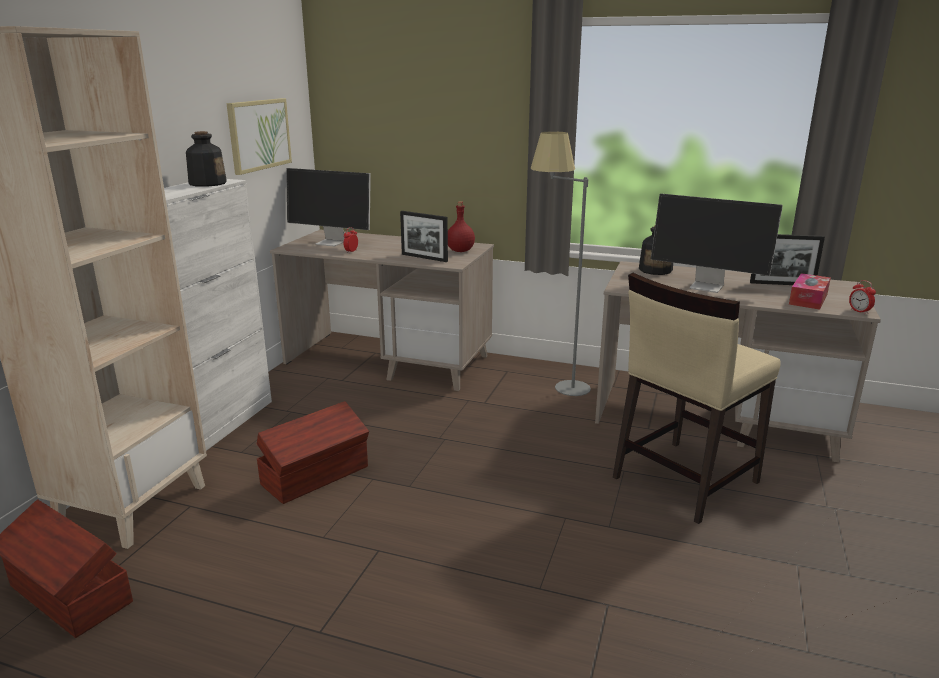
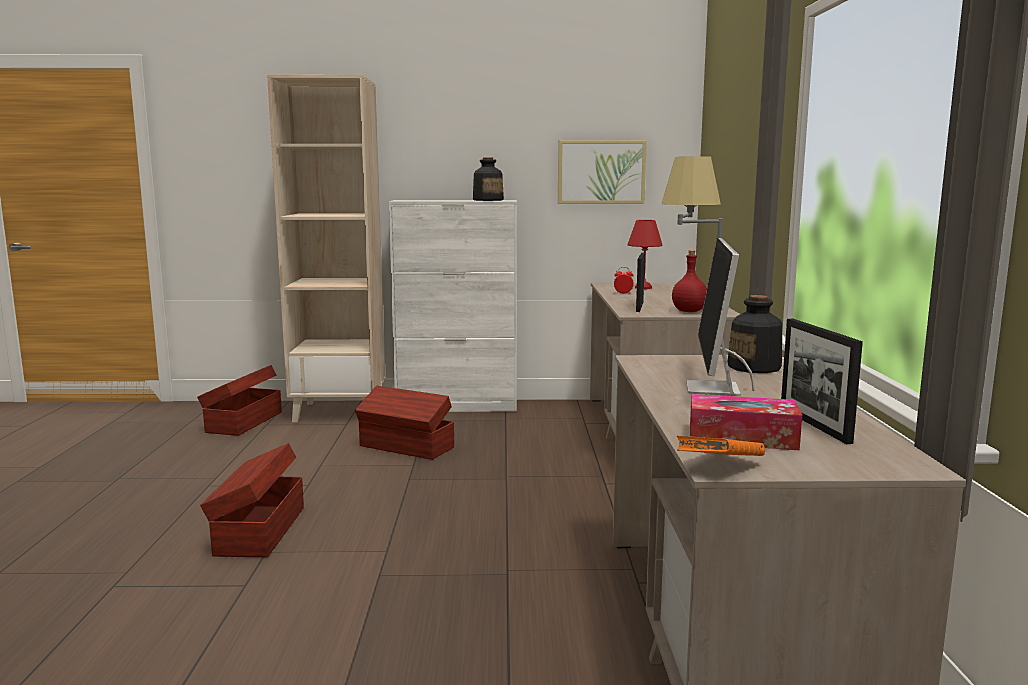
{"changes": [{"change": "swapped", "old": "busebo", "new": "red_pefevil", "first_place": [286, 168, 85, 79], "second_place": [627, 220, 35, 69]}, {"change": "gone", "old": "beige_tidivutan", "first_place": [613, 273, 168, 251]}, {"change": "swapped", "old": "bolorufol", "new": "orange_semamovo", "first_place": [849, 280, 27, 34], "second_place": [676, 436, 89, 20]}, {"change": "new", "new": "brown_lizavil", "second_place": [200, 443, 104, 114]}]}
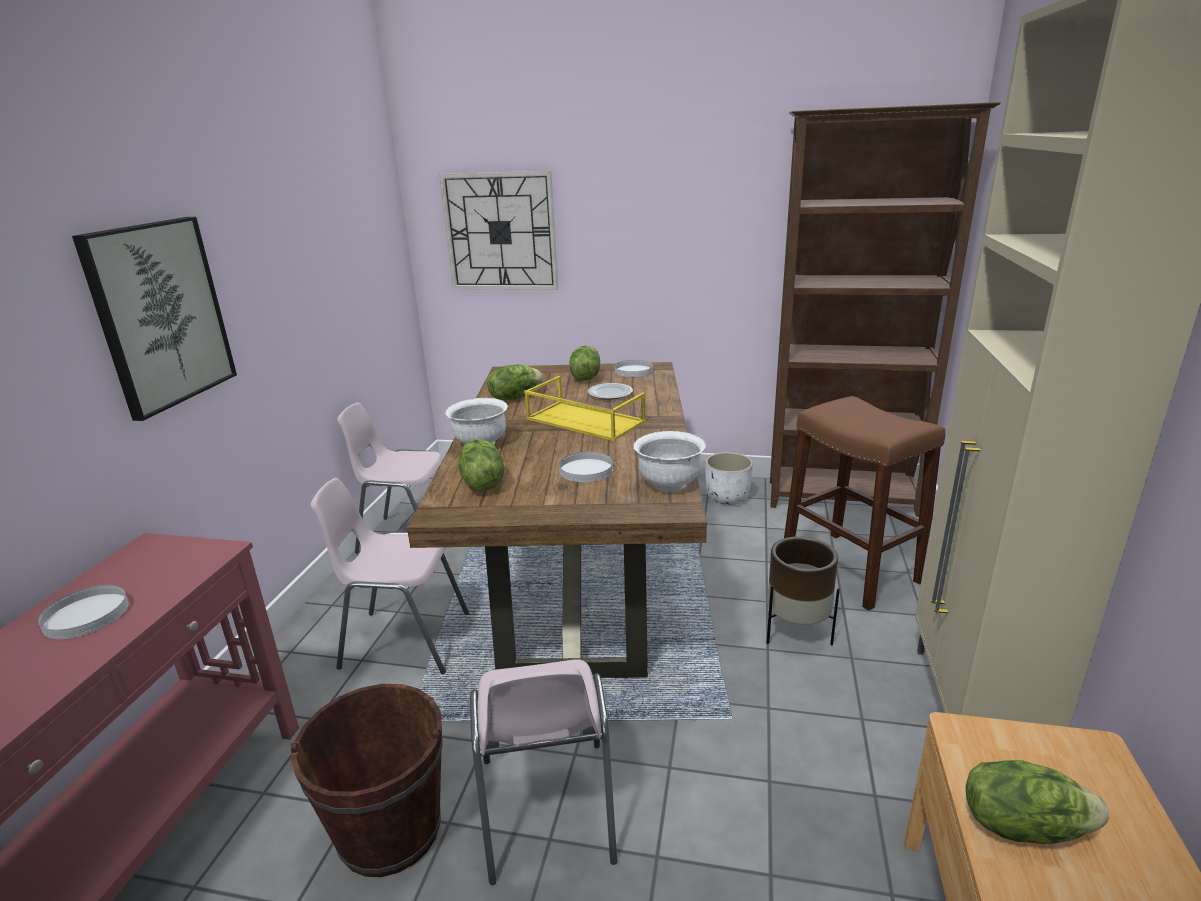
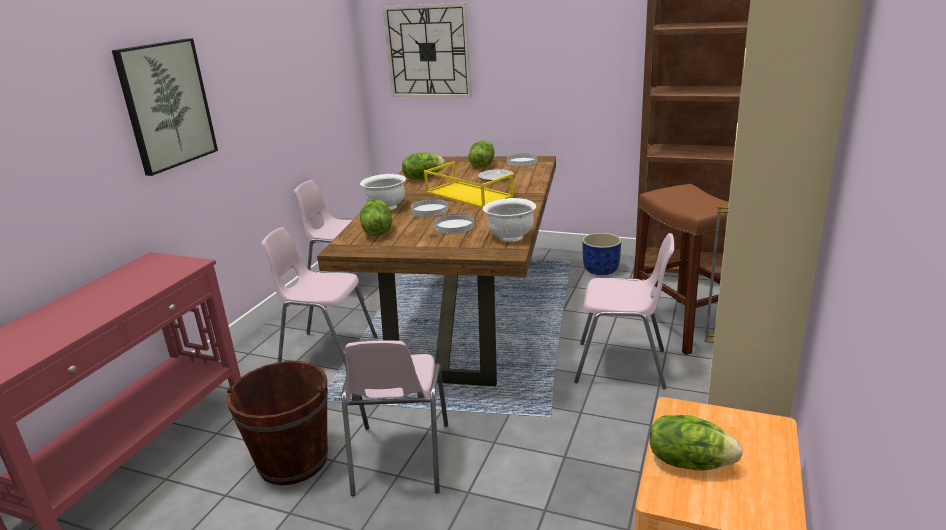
{"changes": [{"change": "shifted", "old": "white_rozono", "first_place": [38, 585, 91, 54], "second_place": [411, 199, 37, 18]}, {"change": "repainted", "old": "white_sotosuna", "new": "blue_sotosuna", "first_place": [705, 452, 48, 53], "second_place": [582, 233, 39, 42]}, {"change": "swapped", "old": "brown_sotosuna", "new": "pink_tidivutan", "first_place": [767, 536, 73, 110], "second_place": [574, 233, 100, 156]}]}
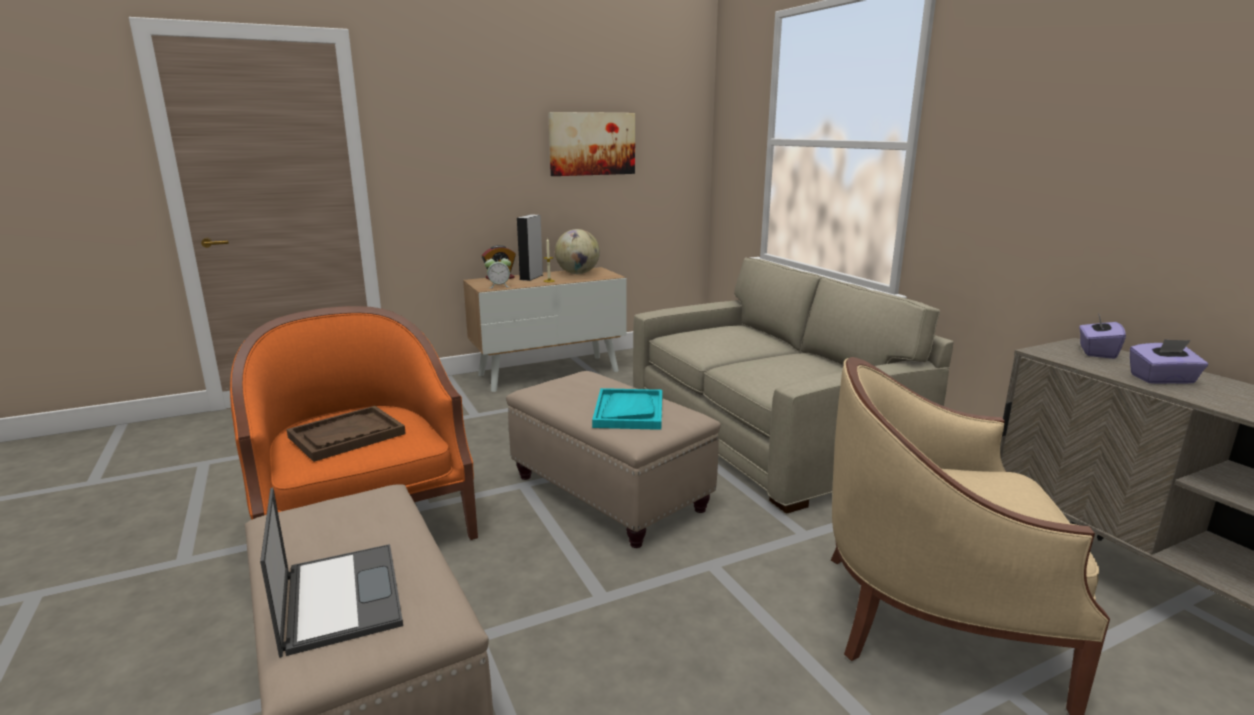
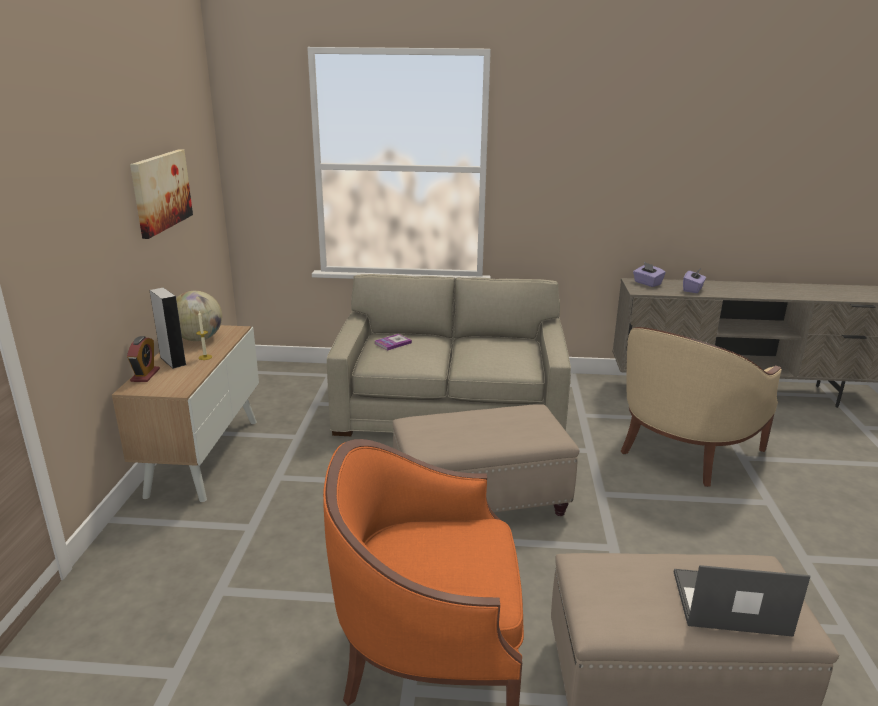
{"changes": [{"change": "gone", "old": "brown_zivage", "first_place": [286, 406, 120, 56]}, {"change": "gone", "old": "bolorufol", "first_place": [485, 254, 26, 34]}, {"change": "gone", "old": "turquoise_zivage", "first_place": [592, 388, 70, 42]}, {"change": "new", "new": "semamovo", "second_place": [374, 334, 38, 17]}]}
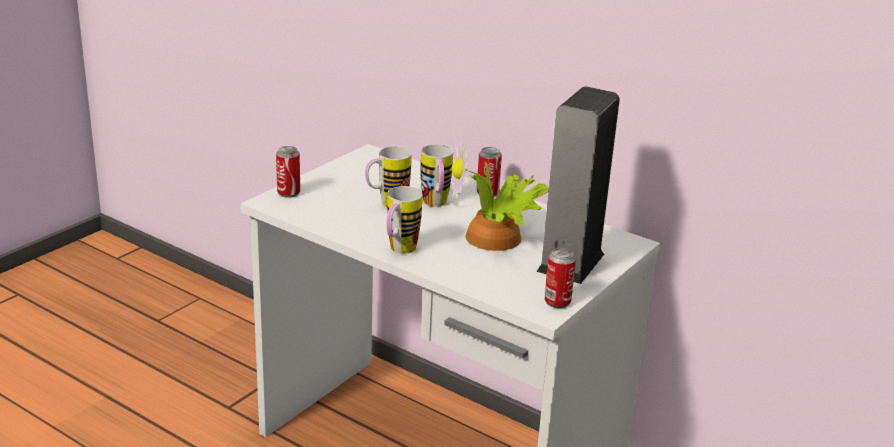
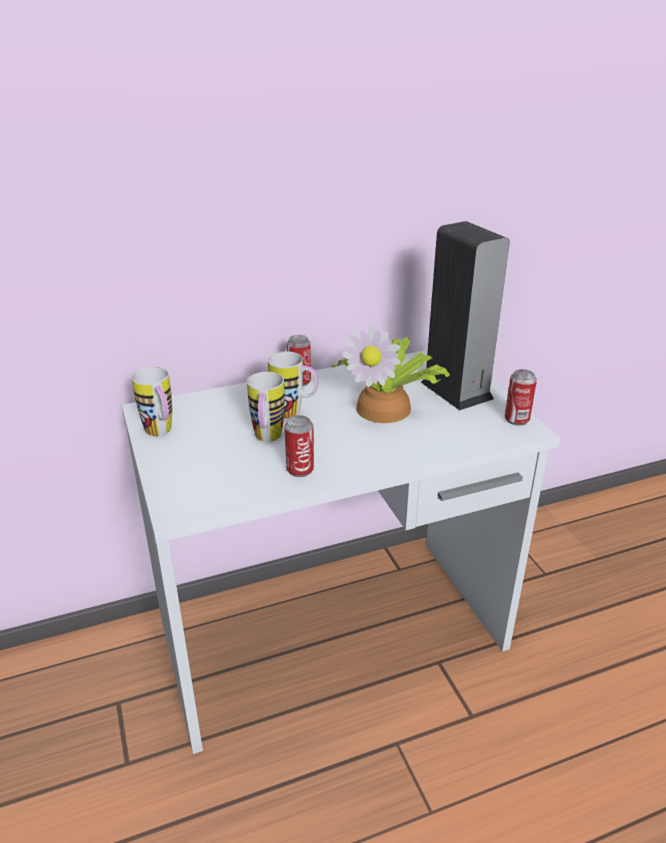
{"changes": [{"change": "shifted", "old": "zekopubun", "first_place": [276, 146, 24, 52], "second_place": [285, 415, 29, 62]}, {"change": "shifted", "old": "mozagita", "first_place": [386, 186, 37, 68], "second_place": [131, 367, 41, 69]}]}
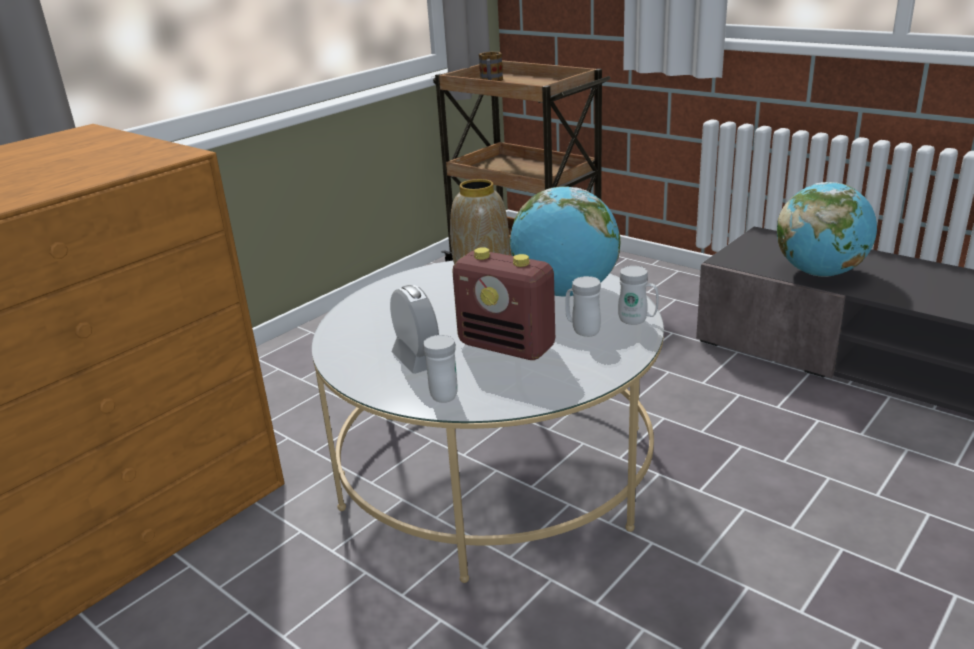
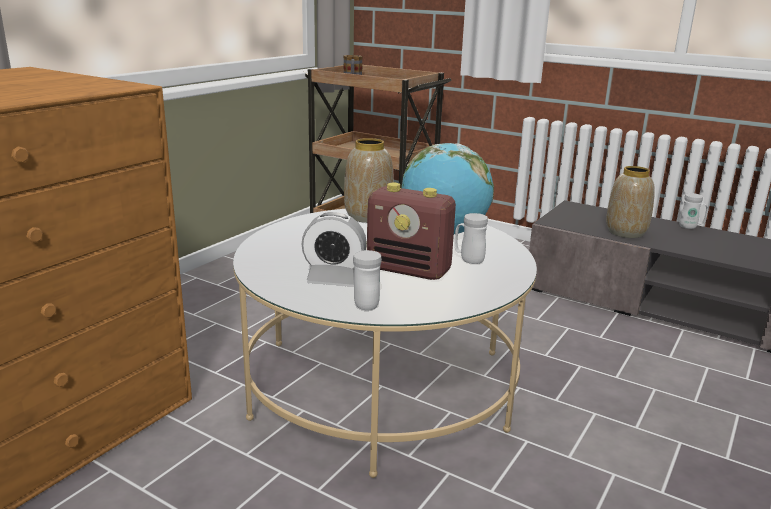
{"changes": [{"change": "rotated", "old": "bolorufol", "first_place": [390, 285, 49, 89], "second_place": [301, 212, 66, 73], "degrees": 135}, {"change": "shifted", "old": "white_mozagita", "first_place": [618, 266, 41, 59], "second_place": [679, 193, 29, 36]}, {"change": "swapped", "old": "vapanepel", "new": "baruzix", "first_place": [777, 182, 100, 95], "second_place": [606, 166, 49, 72]}]}
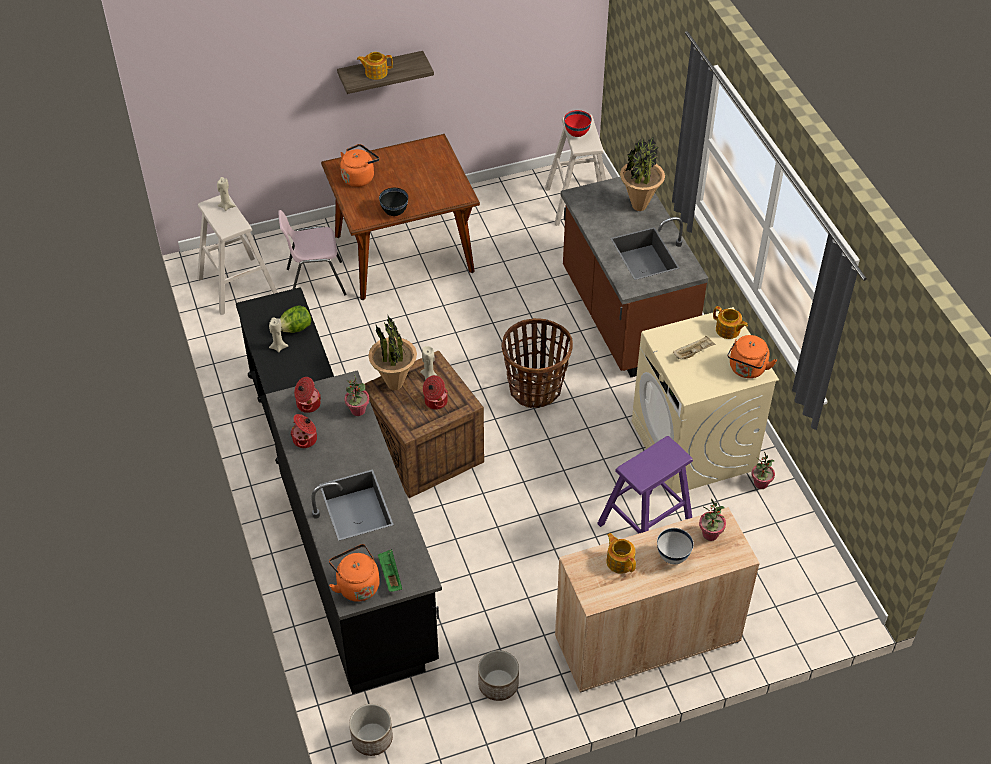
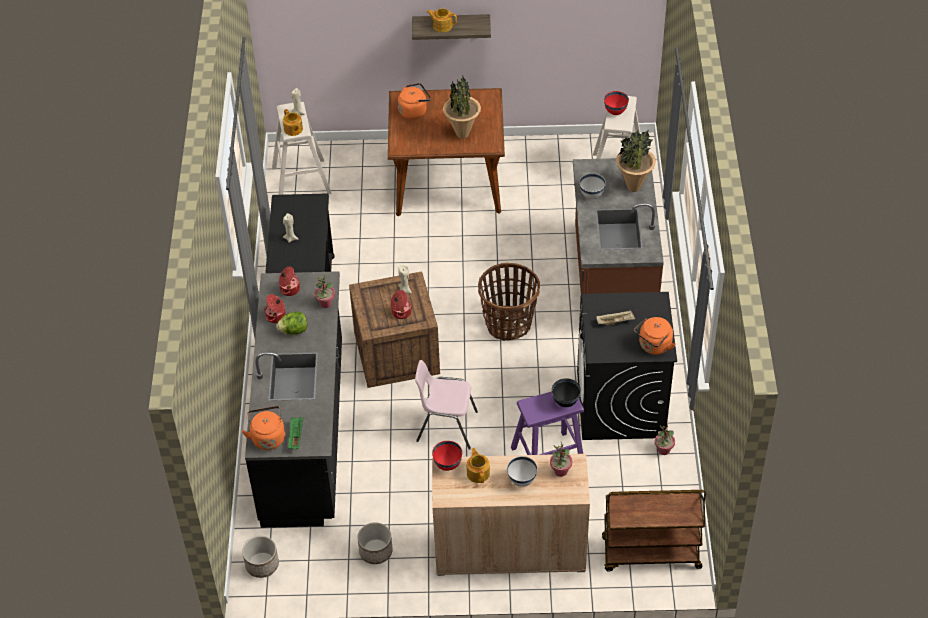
{"changes": [{"change": "shifted", "old": "pink_tidivutan", "first_place": [278, 210, 69, 86], "second_place": [415, 360, 63, 90]}, {"change": "shifted", "old": "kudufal", "first_place": [280, 306, 31, 27], "second_place": [276, 311, 31, 24]}, {"change": "shifted", "old": "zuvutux", "first_place": [368, 316, 49, 74], "second_place": [443, 76, 38, 63]}, {"change": "shifted", "old": "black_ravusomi", "first_place": [379, 188, 29, 28], "second_place": [552, 378, 29, 29]}, {"change": "repainted", "old": "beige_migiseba", "new": "black_migiseba", "first_place": [632, 307, 147, 188], "second_place": [577, 292, 100, 148]}, {"change": "shifted", "old": "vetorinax", "first_place": [713, 306, 35, 33], "second_place": [283, 109, 20, 27]}, {"change": "new", "new": "red_ravusomi", "second_place": [432, 441, 30, 30]}, {"change": "new", "new": "white_ravusomi", "second_place": [579, 173, 27, 26]}, {"change": "new", "new": "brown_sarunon", "second_place": [602, 490, 104, 82]}]}
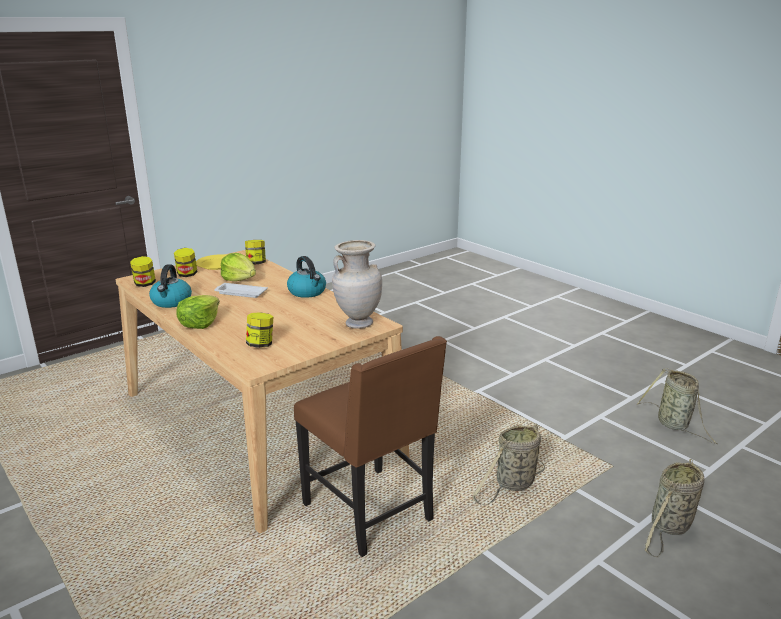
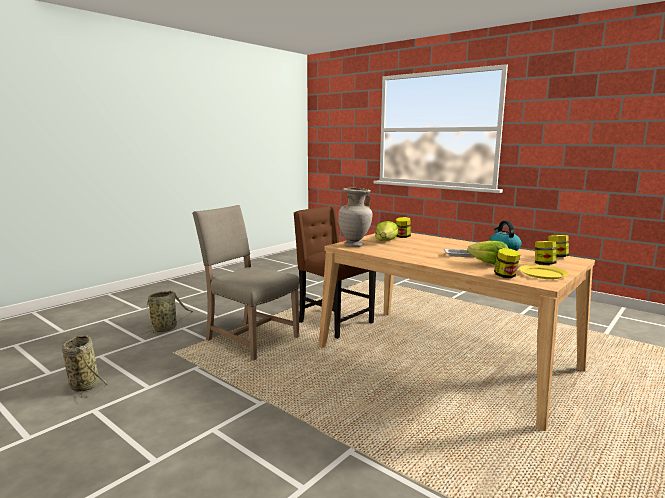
{"changes": [{"change": "shifted", "old": "kudufal", "first_place": [176, 295, 44, 34], "second_place": [375, 221, 24, 20]}, {"change": "gone", "old": "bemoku", "first_place": [287, 256, 39, 42]}, {"change": "swapped", "old": "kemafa", "new": "beige_tidivutan", "first_place": [472, 424, 73, 81], "second_place": [192, 205, 107, 156]}]}
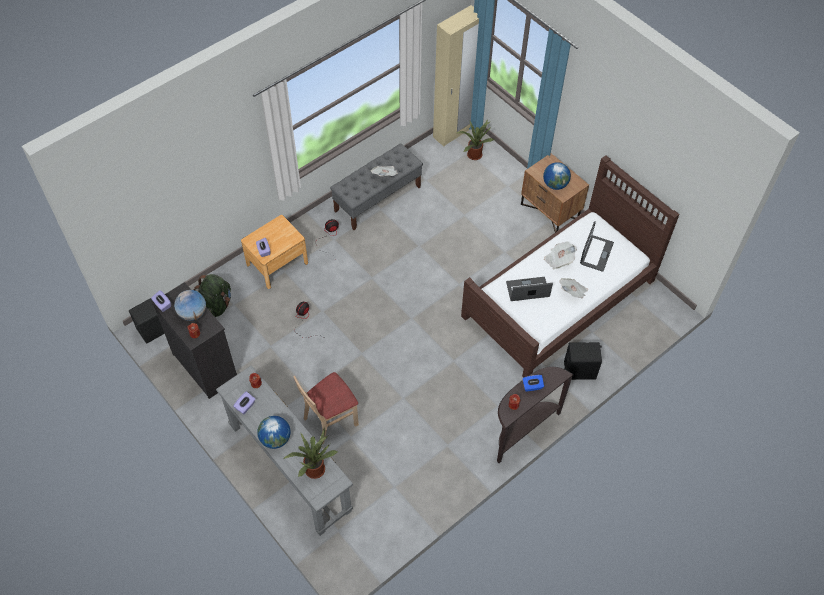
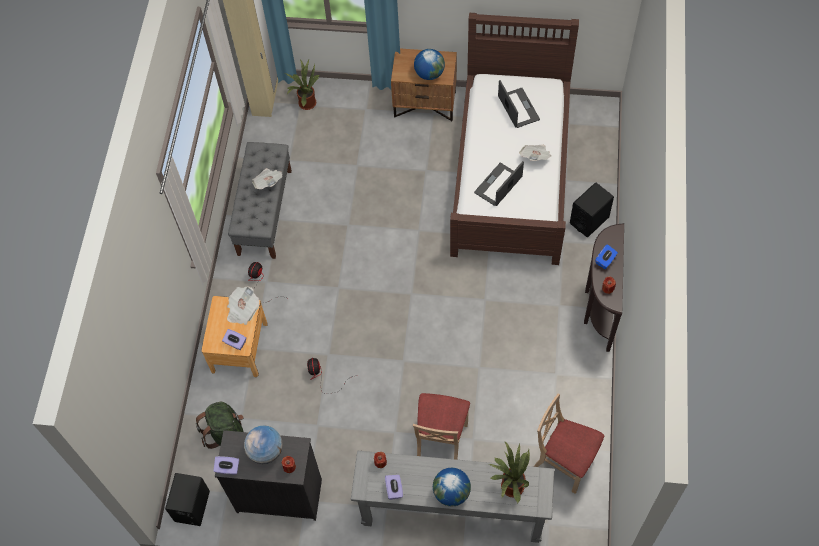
{"changes": [{"change": "shifted", "old": "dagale", "first_place": [544, 241, 33, 29], "second_place": [227, 287, 32, 38]}, {"change": "new", "new": "beige_tidivutan", "second_place": [534, 394, 70, 100]}]}
